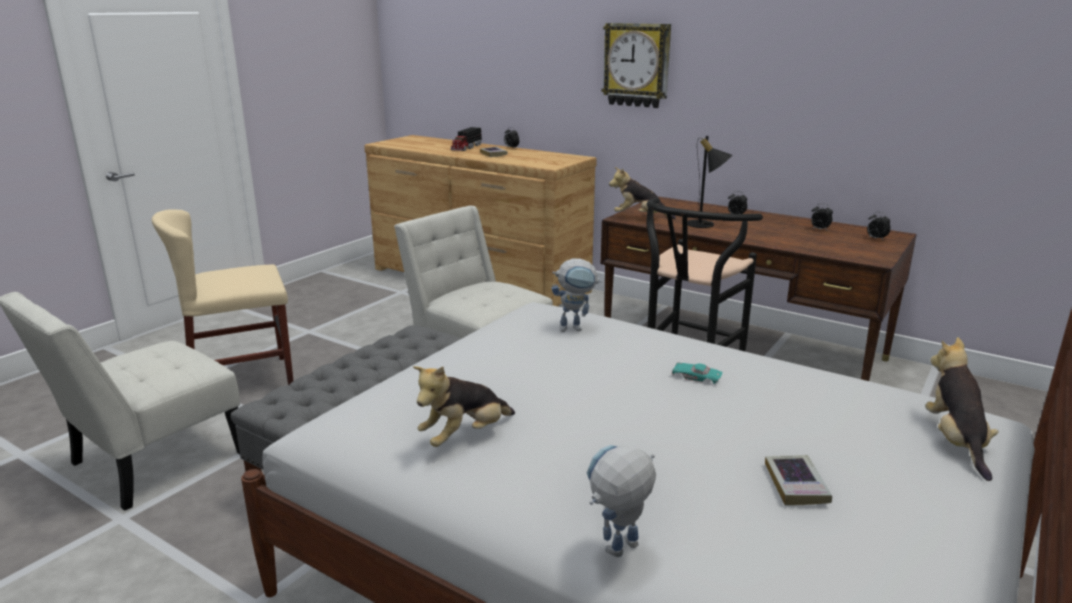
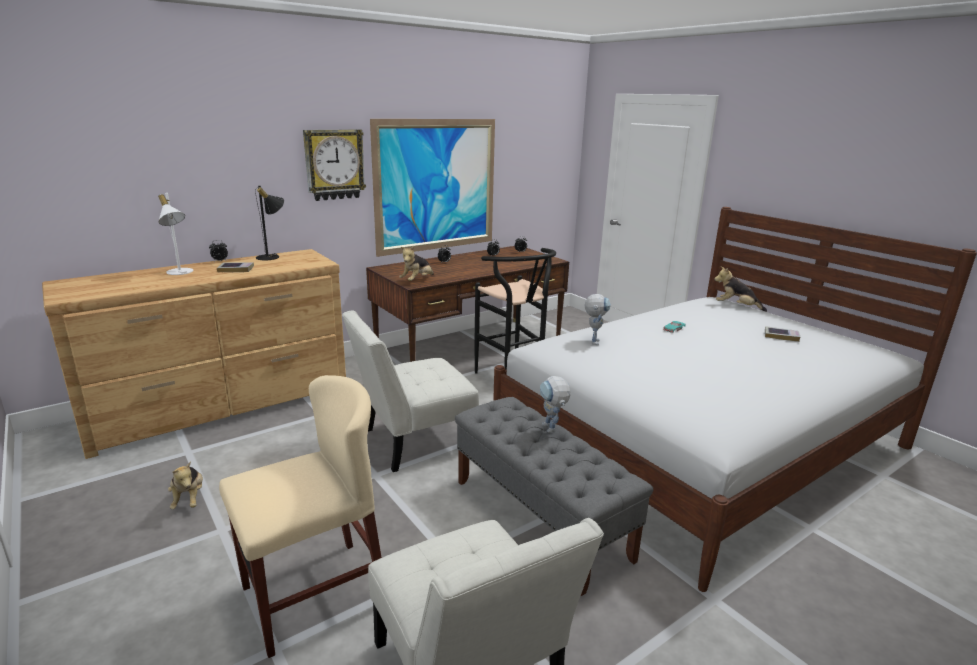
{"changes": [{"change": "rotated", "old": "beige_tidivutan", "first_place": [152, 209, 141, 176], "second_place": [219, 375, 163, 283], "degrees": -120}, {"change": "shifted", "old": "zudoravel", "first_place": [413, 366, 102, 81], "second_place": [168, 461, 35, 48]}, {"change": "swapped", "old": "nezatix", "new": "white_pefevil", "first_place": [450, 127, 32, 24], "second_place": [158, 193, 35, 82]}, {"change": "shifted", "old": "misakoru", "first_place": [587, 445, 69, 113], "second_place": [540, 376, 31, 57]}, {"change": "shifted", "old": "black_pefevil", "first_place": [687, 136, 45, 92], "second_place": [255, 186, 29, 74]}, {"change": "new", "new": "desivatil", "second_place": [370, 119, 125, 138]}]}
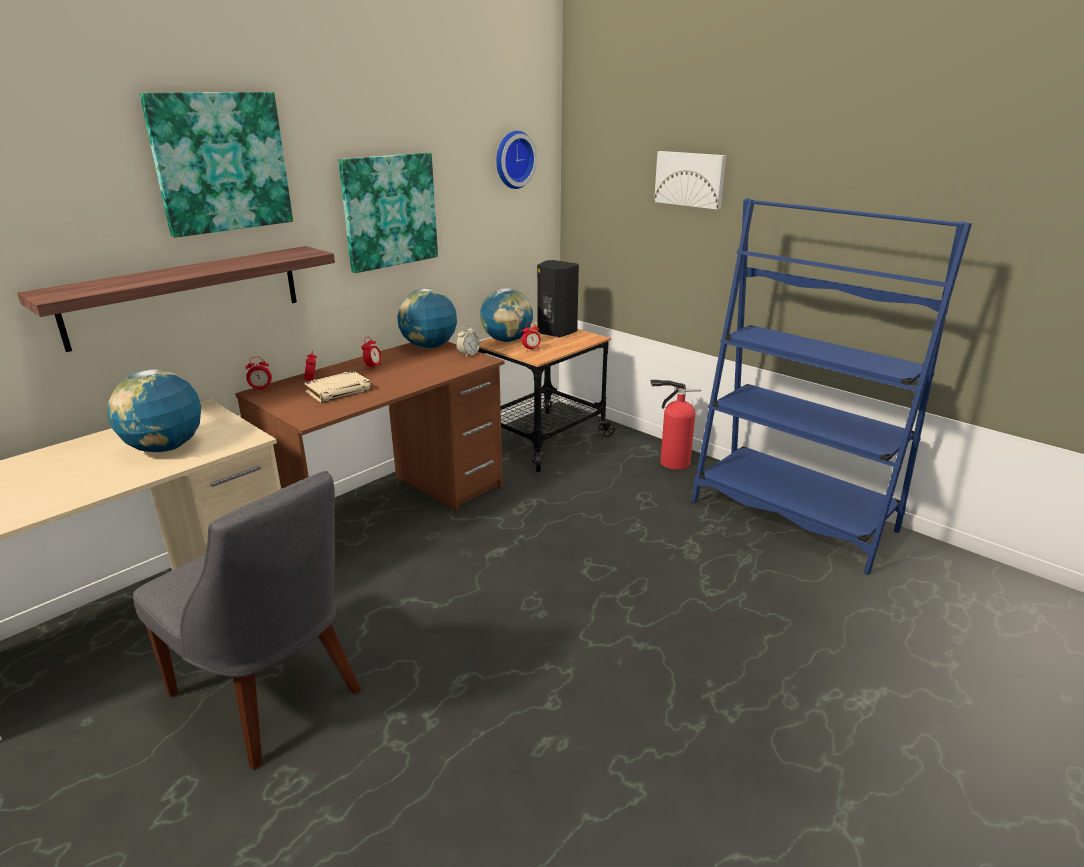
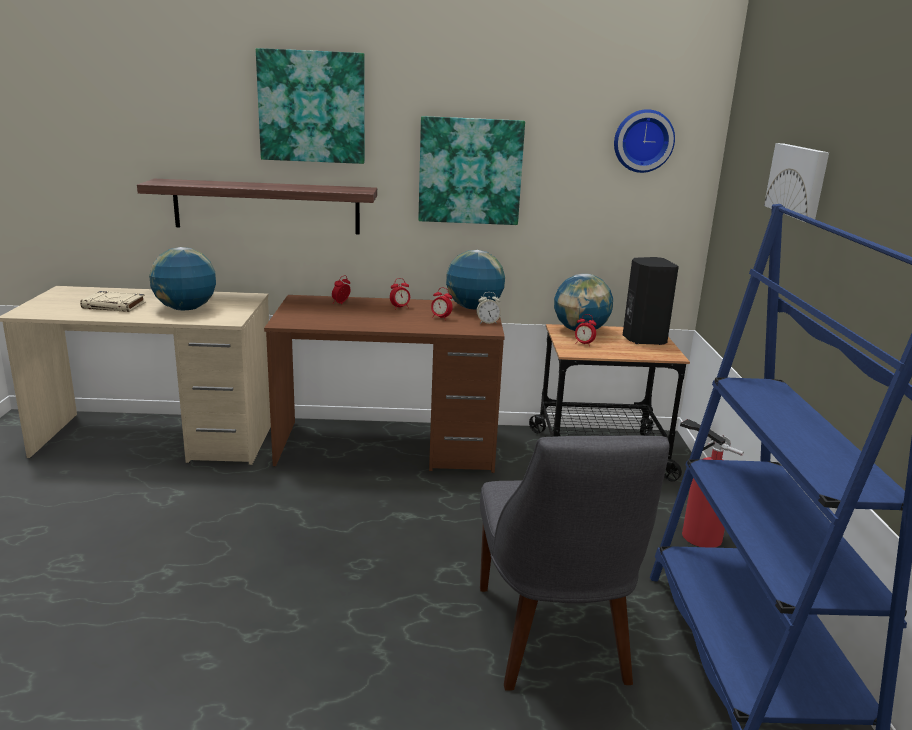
{"changes": [{"change": "shifted", "old": "grey_tidivutan", "first_place": [133, 471, 228, 299], "second_place": [480, 436, 189, 255]}, {"change": "shifted", "old": "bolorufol", "first_place": [245, 357, 27, 36], "second_place": [431, 288, 22, 32]}, {"change": "shifted", "old": "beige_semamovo", "first_place": [304, 371, 68, 32], "second_place": [80, 291, 66, 21]}]}
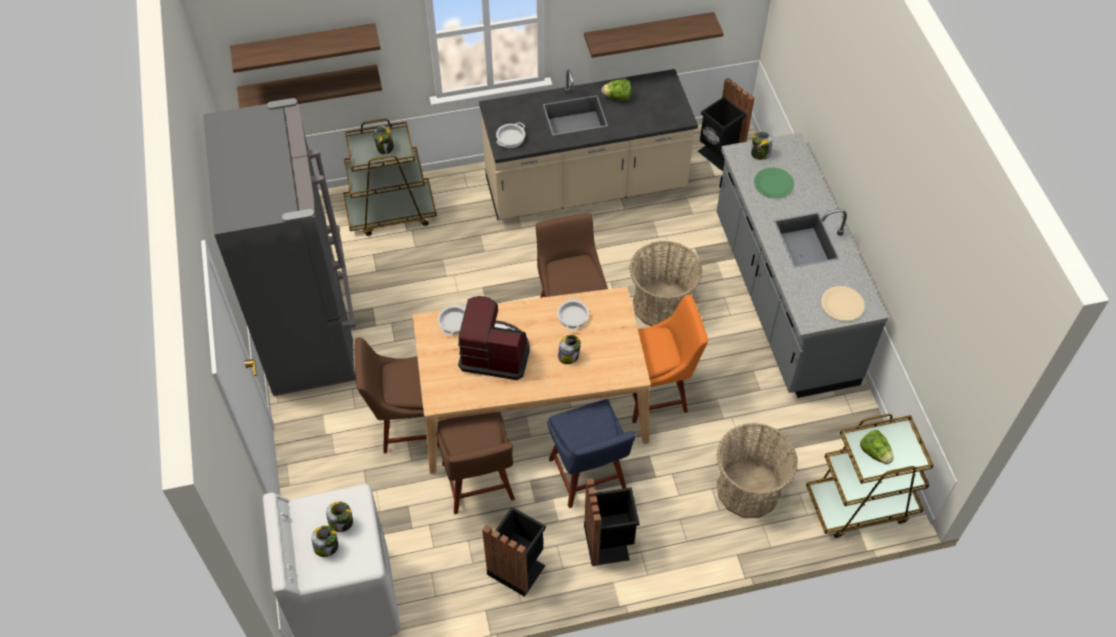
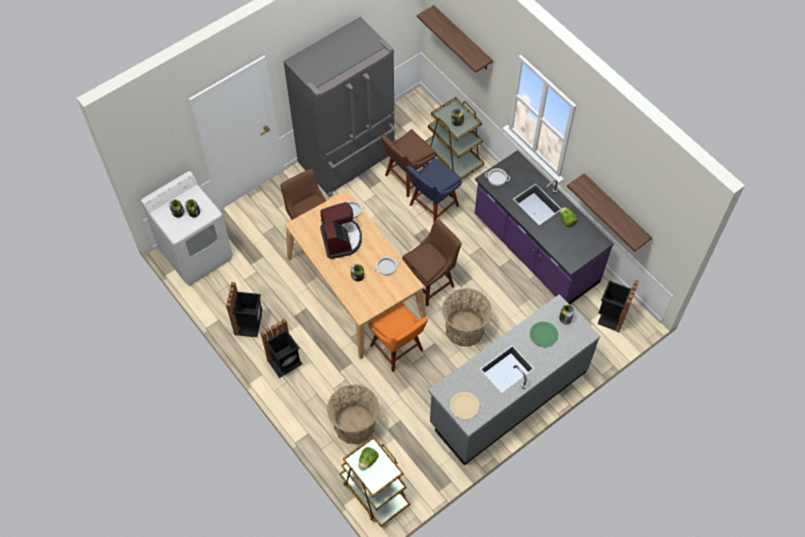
{"changes": [{"change": "gone", "old": "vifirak", "first_place": [237, 64, 145, 44]}, {"change": "shifted", "old": "brown_tidivutan", "first_place": [436, 412, 79, 102], "second_place": [381, 129, 55, 68]}, {"change": "repainted", "old": "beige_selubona", "new": "purple_selubona", "first_place": [479, 69, 219, 151], "second_place": [475, 150, 139, 154]}, {"change": "shifted", "old": "blue_tidivutan", "first_place": [547, 399, 89, 109], "second_place": [407, 158, 55, 63]}]}
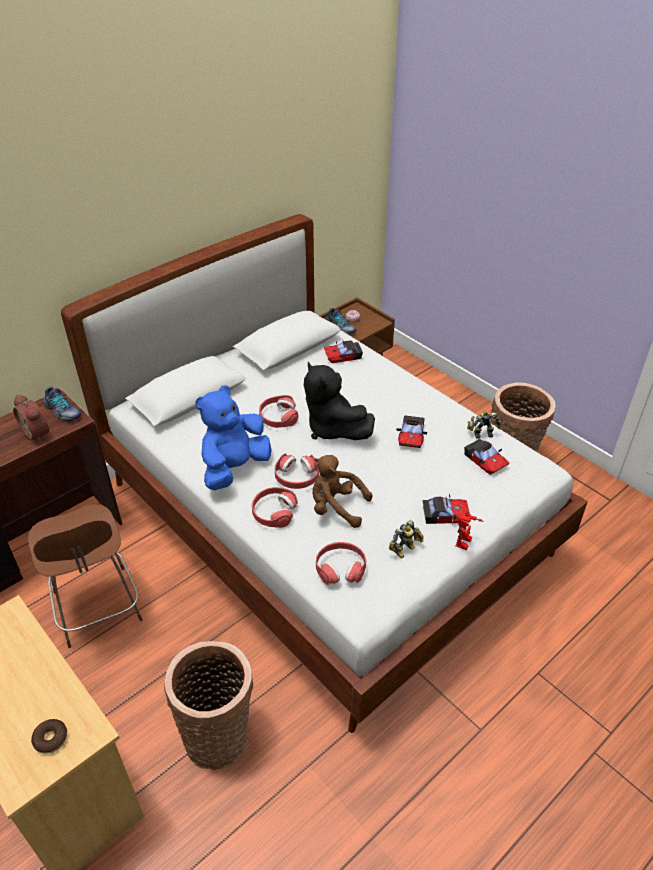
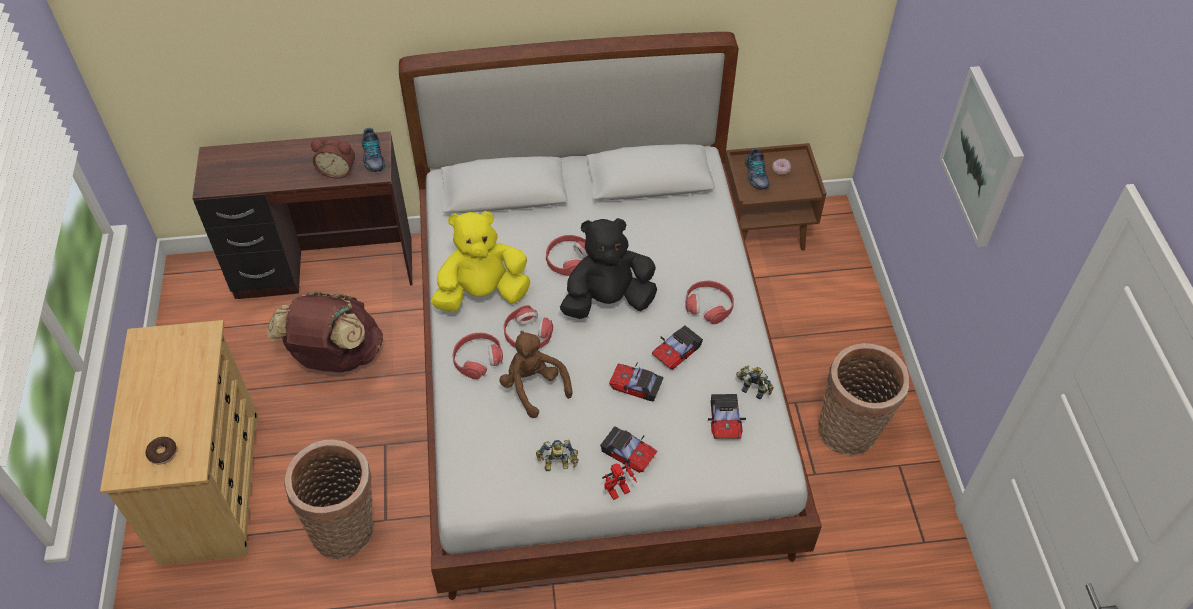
{"changes": [{"change": "rotated", "old": "bolorufol", "first_place": [13, 395, 36, 47], "second_place": [311, 139, 44, 40], "degrees": -75}, {"change": "swapped", "old": "brown_tidivutan", "new": "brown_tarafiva", "first_place": [28, 504, 115, 144], "second_place": [267, 292, 116, 81]}, {"change": "repainted", "old": "blue_zudoravel", "new": "yellow_zudoravel", "first_place": [195, 385, 77, 105], "second_place": [431, 211, 99, 101]}, {"change": "rotated", "old": "black_zudoravel", "first_place": [304, 362, 71, 78], "second_place": [560, 218, 97, 101], "degrees": 75}, {"change": "shifted", "old": "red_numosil", "first_place": [316, 542, 50, 43], "second_place": [685, 281, 49, 43]}, {"change": "shifted", "old": "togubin", "first_place": [324, 340, 39, 23], "second_place": [609, 364, 55, 38]}, {"change": "new", "new": "desivatil", "second_place": [939, 66, 85, 181]}]}
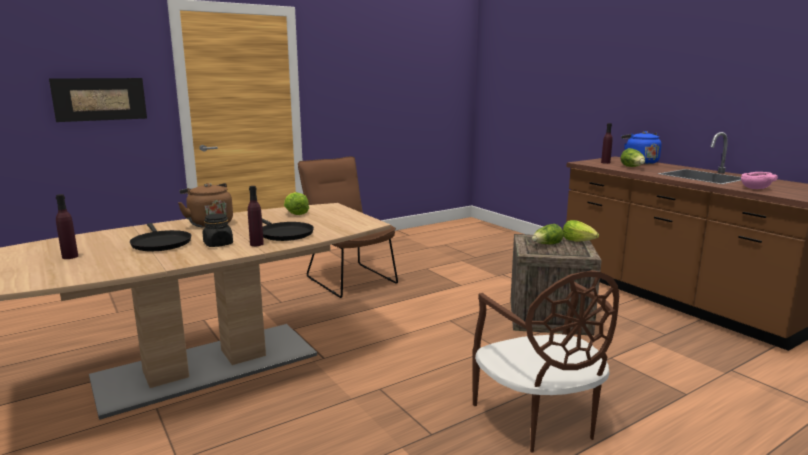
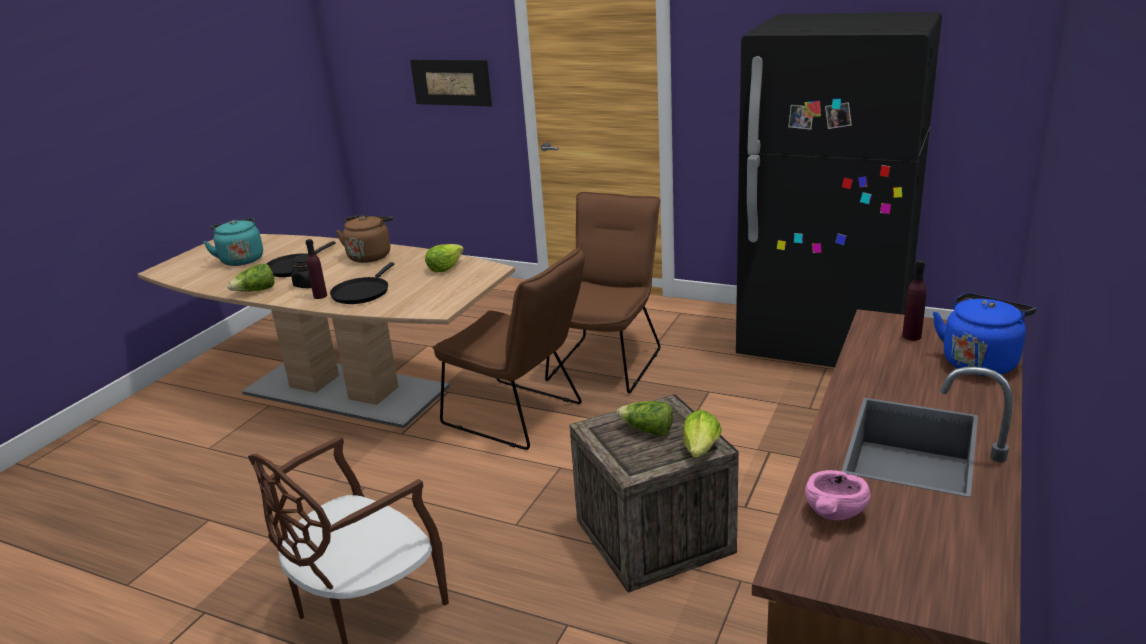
{"changes": [{"change": "swapped", "old": "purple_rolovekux", "new": "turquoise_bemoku", "first_place": [56, 194, 22, 65], "second_place": [203, 218, 60, 48]}, {"change": "shifted", "old": "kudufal", "first_place": [620, 148, 25, 19], "second_place": [227, 263, 47, 29]}, {"change": "new", "new": "brown_tidivutan", "second_place": [432, 247, 153, 203]}, {"change": "new", "new": "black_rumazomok", "second_place": [736, 12, 206, 355]}]}
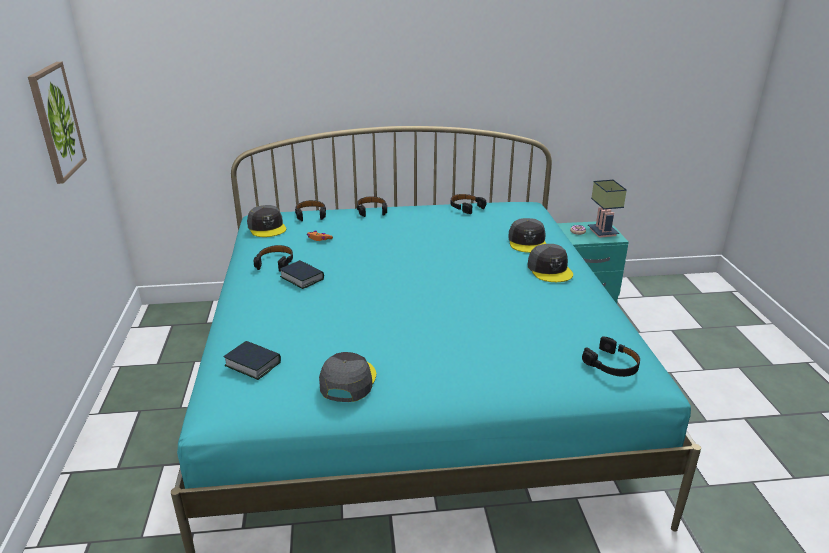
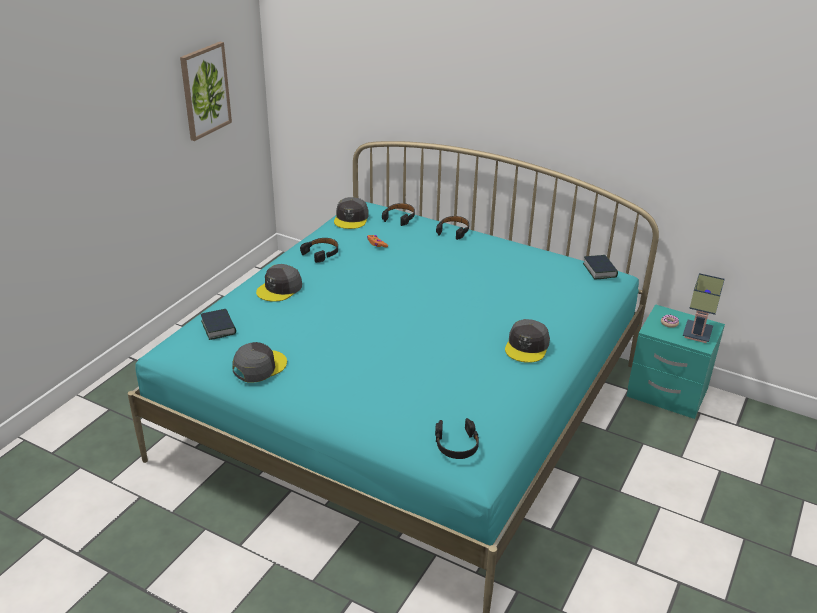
{"changes": [{"change": "shifted", "old": "semamovo", "first_place": [280, 260, 44, 29], "second_place": [583, 255, 35, 24]}, {"change": "gone", "old": "black_numosil", "first_place": [451, 194, 35, 20]}, {"change": "shifted", "old": "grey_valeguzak", "first_place": [508, 218, 38, 35], "second_place": [256, 264, 46, 38]}]}
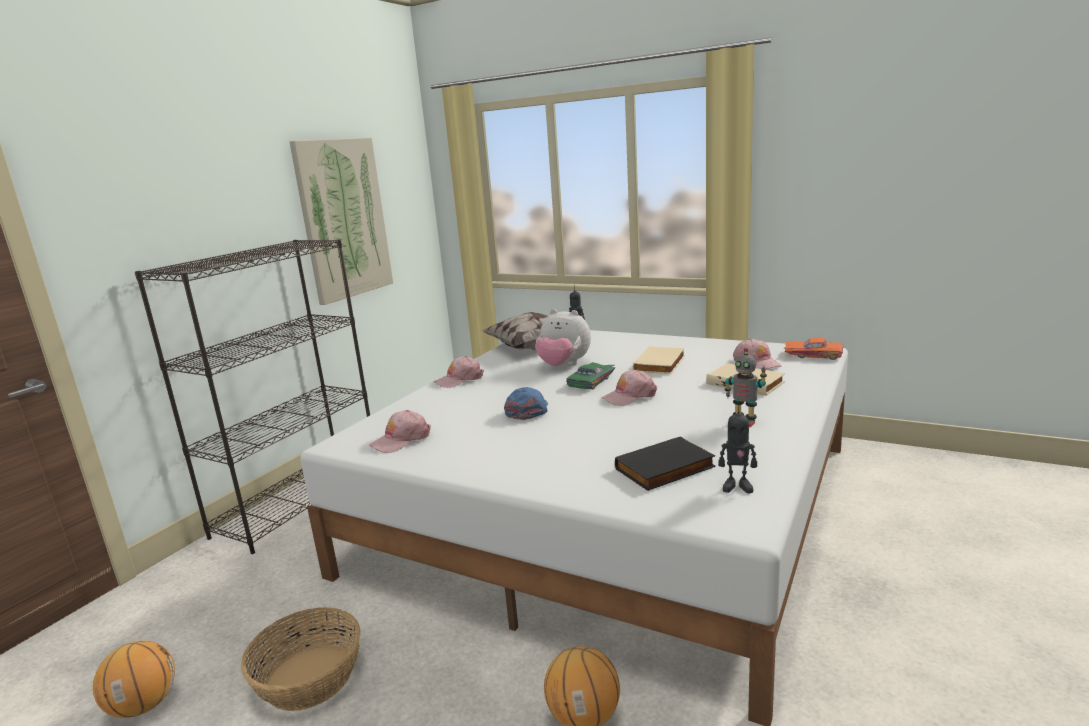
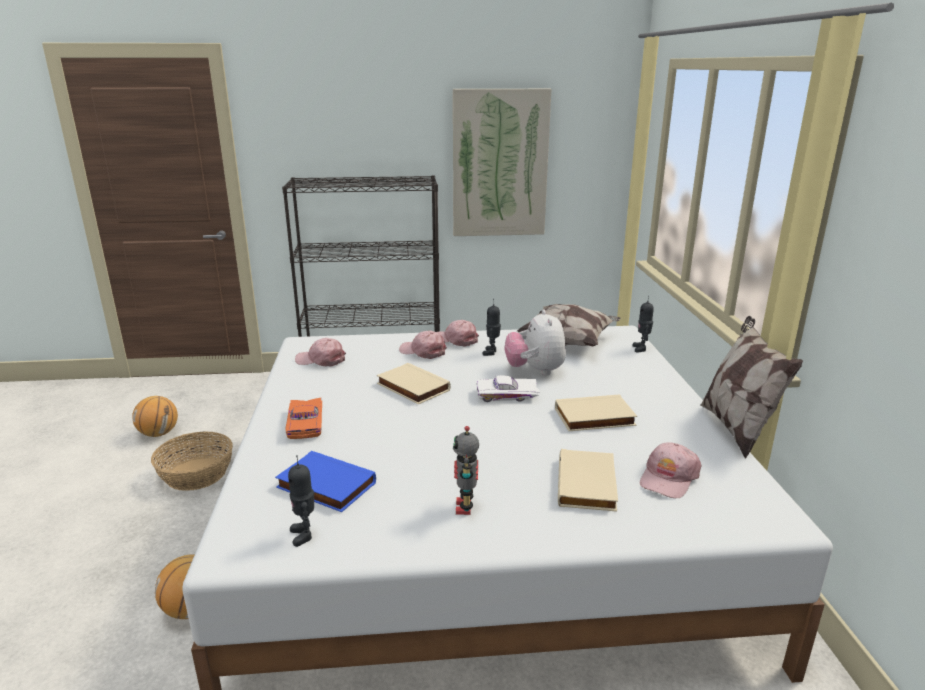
{"changes": [{"change": "swapped", "old": "blue_valeguzak", "new": "beige_semamovo", "first_place": [504, 387, 44, 33], "second_place": [377, 363, 74, 41]}, {"change": "repainted", "old": "green_togubin", "new": "white_togubin", "first_place": [566, 362, 49, 27], "second_place": [477, 375, 63, 27]}, {"change": "shifted", "old": "pink_valeguzak", "first_place": [601, 370, 57, 36], "second_place": [399, 331, 48, 28]}, {"change": "repainted", "old": "black_semamovo", "new": "blue_semamovo", "first_place": [615, 436, 100, 55], "second_place": [275, 451, 101, 61]}, {"change": "shifted", "old": "orange_togubin", "first_place": [784, 338, 59, 22], "second_place": [286, 398, 36, 41]}, {"change": "new", "new": "misakoru", "second_place": [482, 299, 19, 57]}, {"change": "new", "new": "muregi", "second_place": [701, 316, 102, 142]}]}
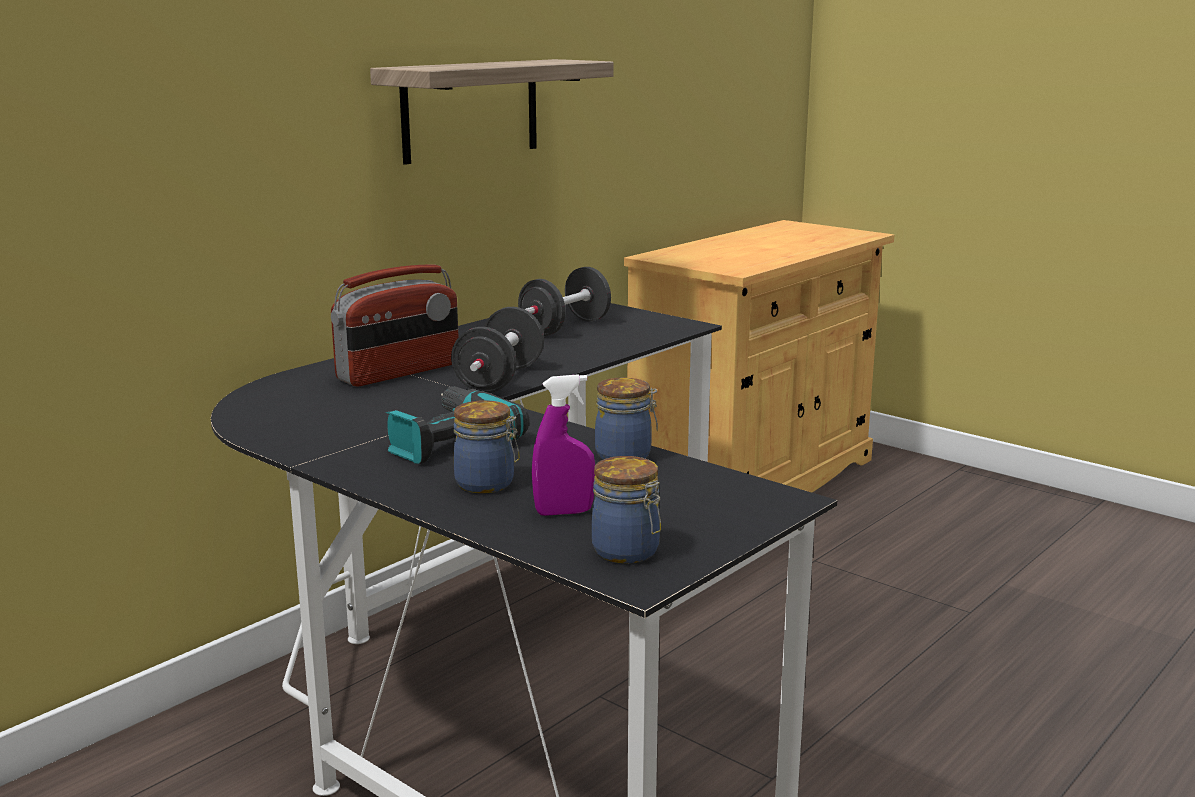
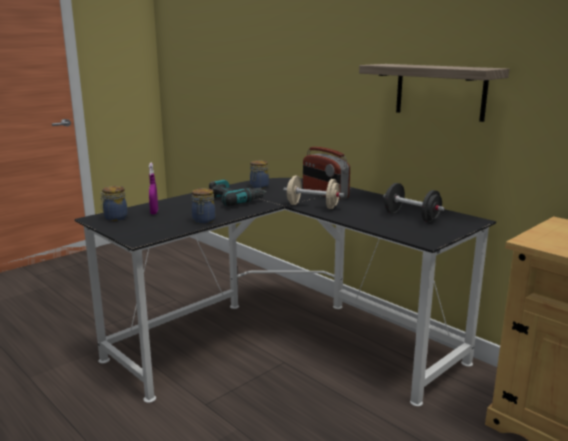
{"changes": [{"change": "repainted", "old": "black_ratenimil", "new": "beige_ratenimil", "first_place": [451, 307, 93, 86], "second_place": [283, 176, 61, 33]}, {"change": "shifted", "old": "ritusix", "first_place": [454, 400, 66, 93], "second_place": [250, 160, 19, 29]}]}
